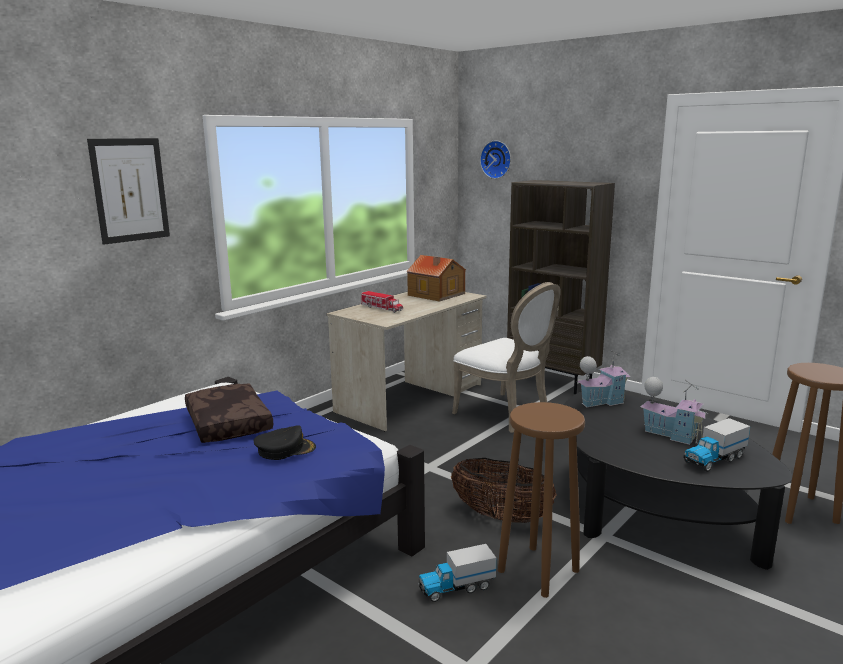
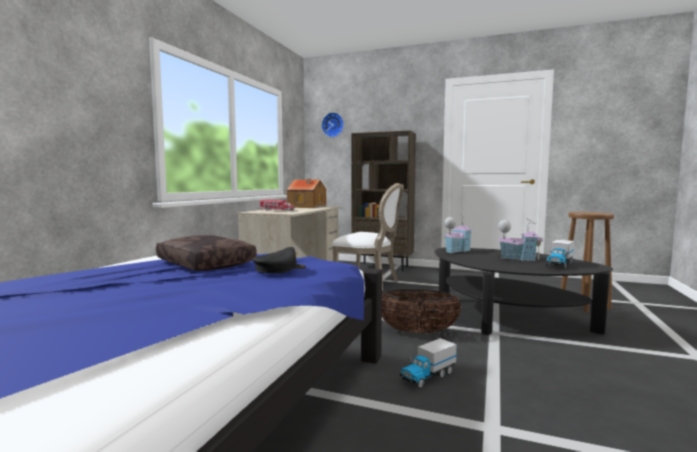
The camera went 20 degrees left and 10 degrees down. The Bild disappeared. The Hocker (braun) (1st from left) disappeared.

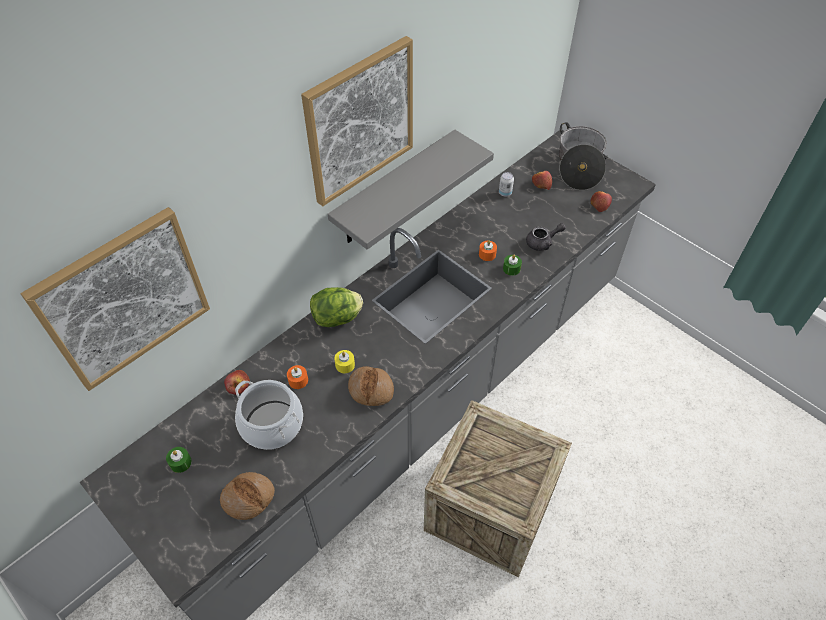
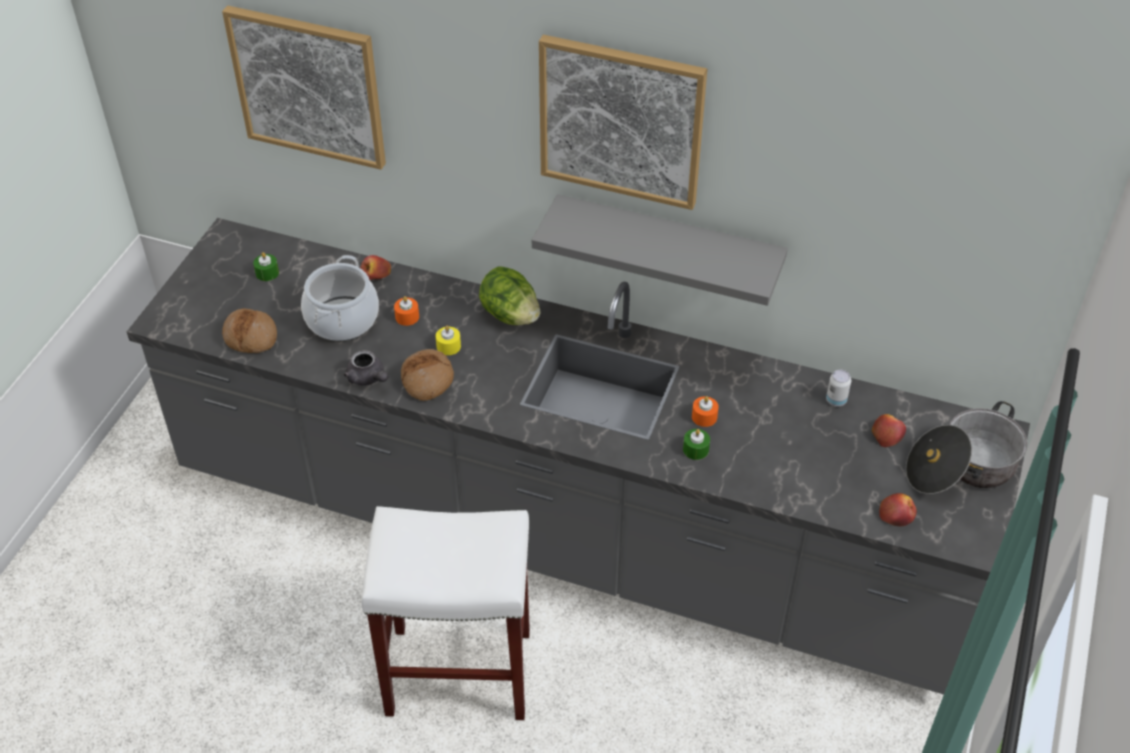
The camera went 65 degrees right and 5 degrees down. The Teekanne (grau) moved. The Kiste was replaced by the Hocker (weiß).

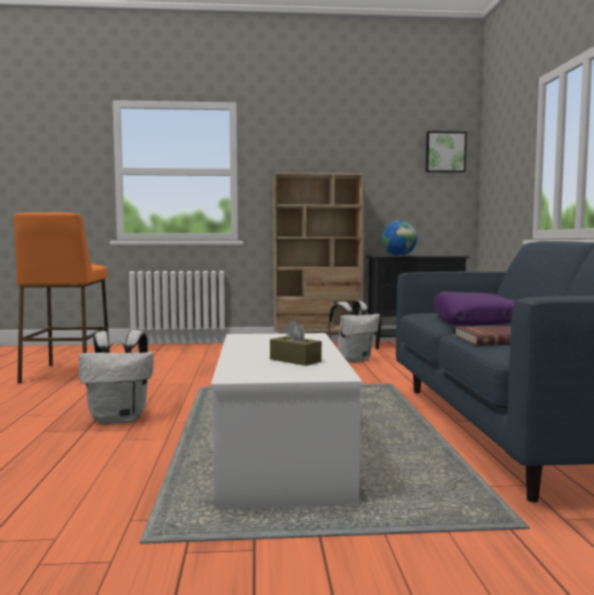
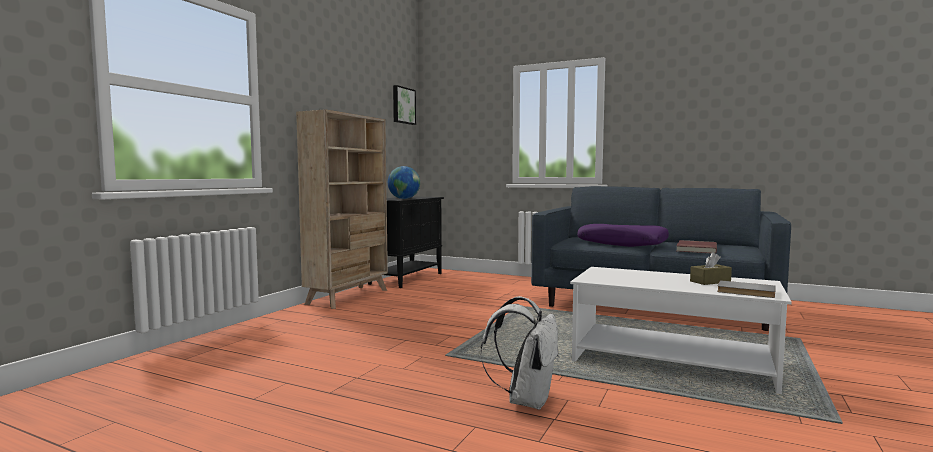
The camera went 60 degrees left and 0 degrees up. The Buch (grau) appeared. The Hocker (orange) disappeared. The Rucksack (weiß) (2nd from left) disappeared.

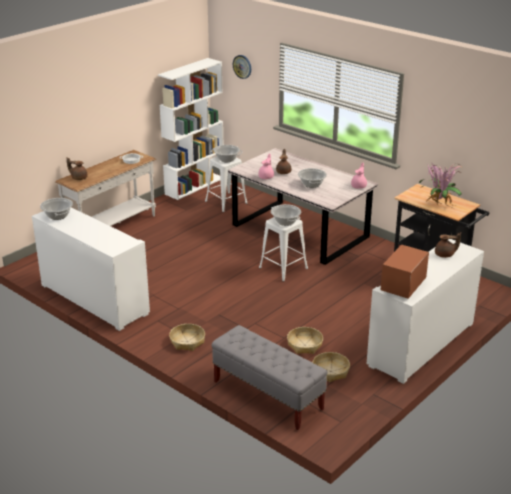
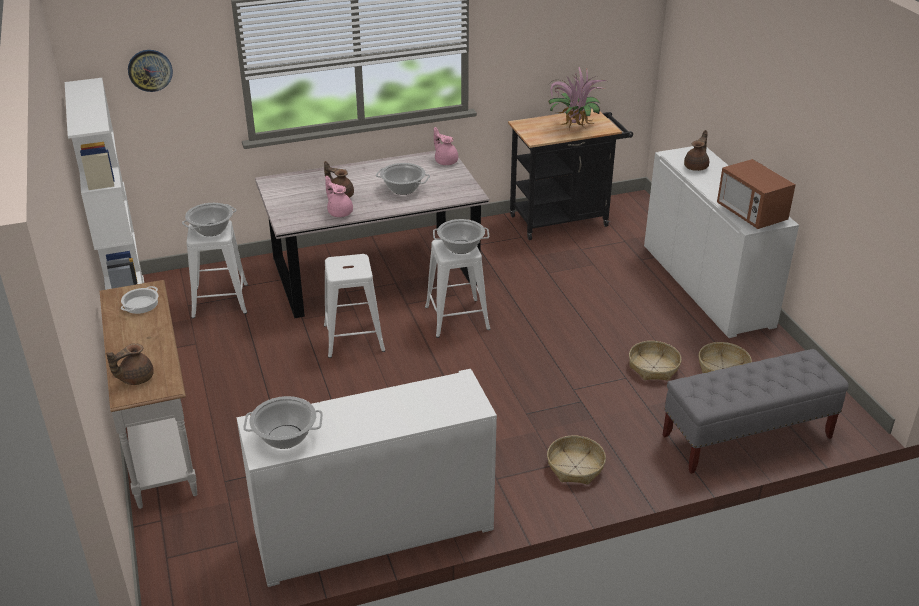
The camera went 60 degrees left and 5 degrees up. The Hocker (weiß) (2nd from left) appeared.

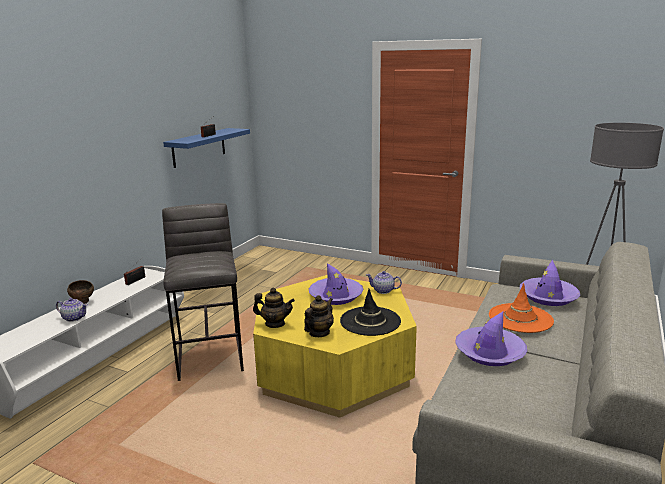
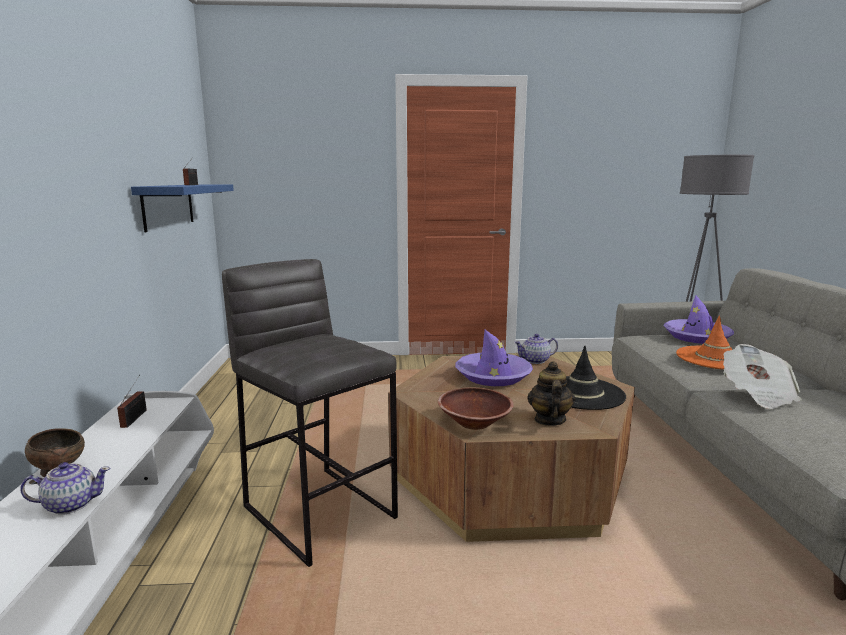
The camera went 30 degrees left and 5 degrees down. The Couchtisch (gelb) became the Couchtisch (braun). The Teekanne (2nd from left) was replaced by the Schüssel (braun) (2nd from left). The Hut (lila) (2nd from left) was replaced by the Zeitung.

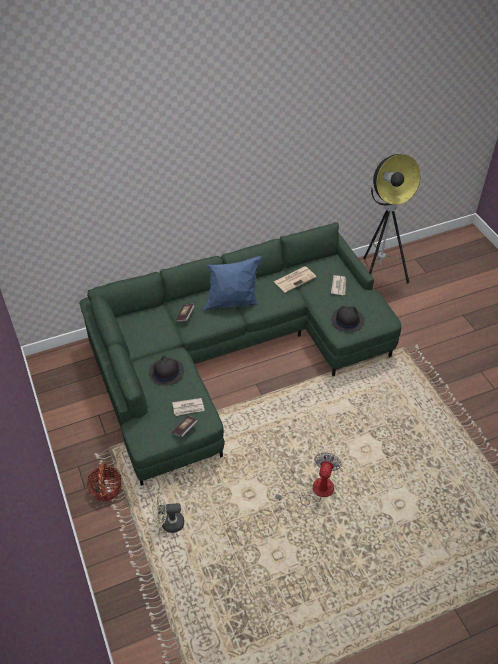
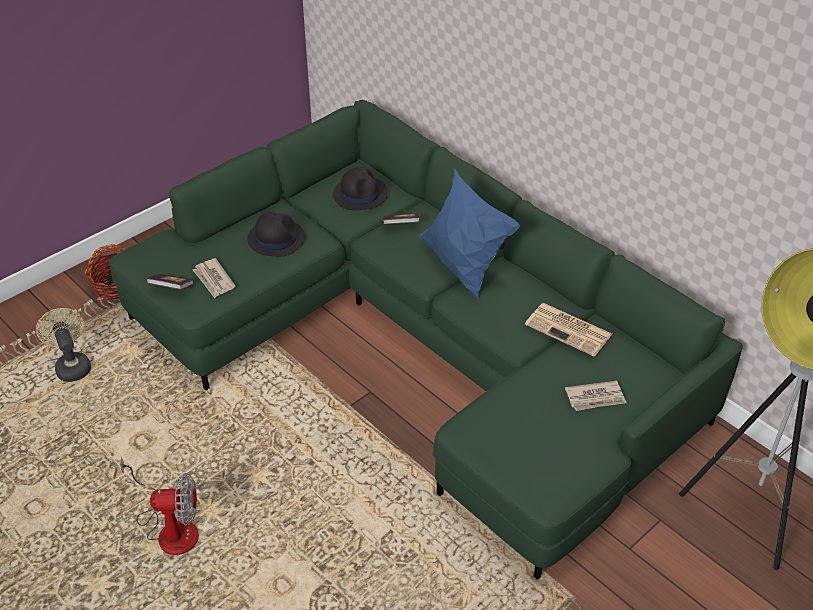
The camera went 70 degrees right and 5 degrees down. The Hut (schwarz) (2nd from left) moved.

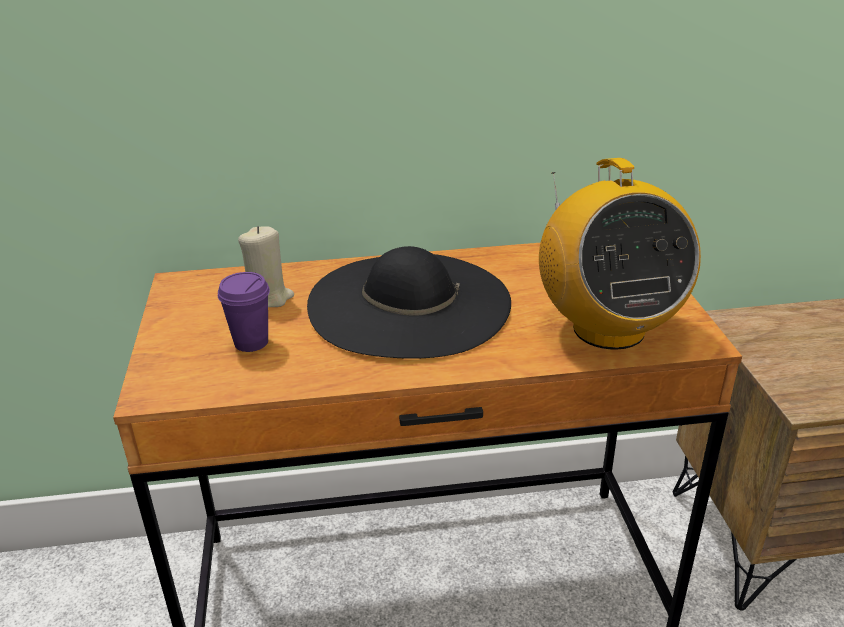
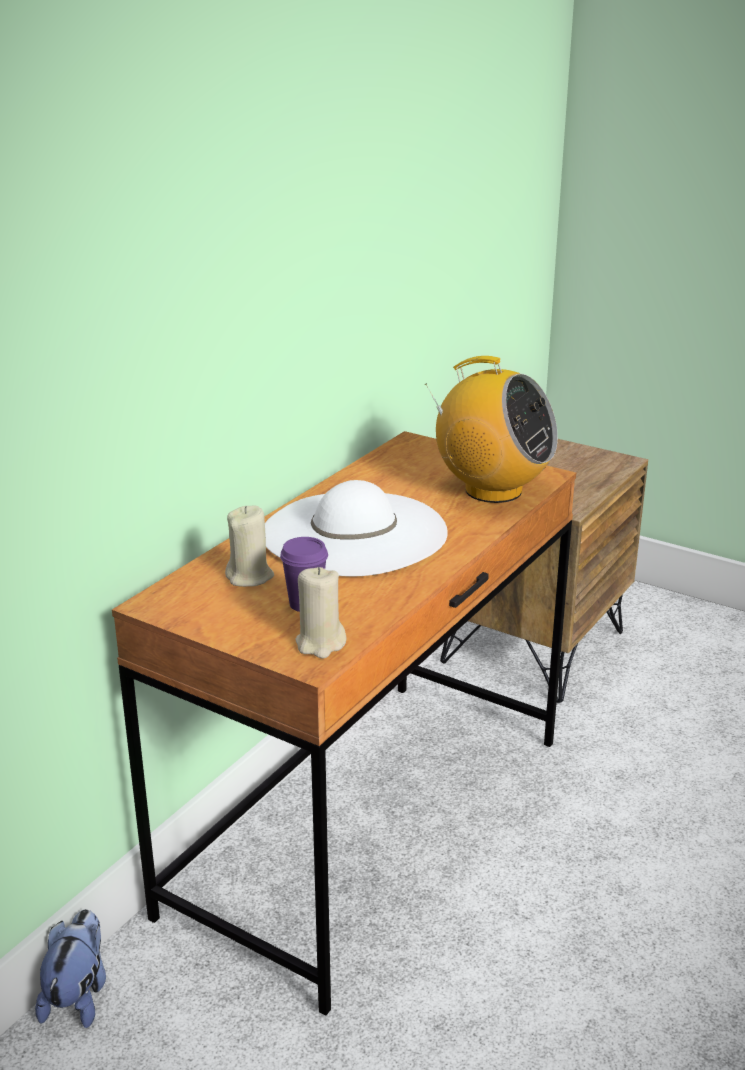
The camera went 50 degrees left and 5 degrees down. The Plüschtier appeared. The Hut (schwarz) became the Hut (weiß). The Kerze (beige) (2nd from left) appeared.

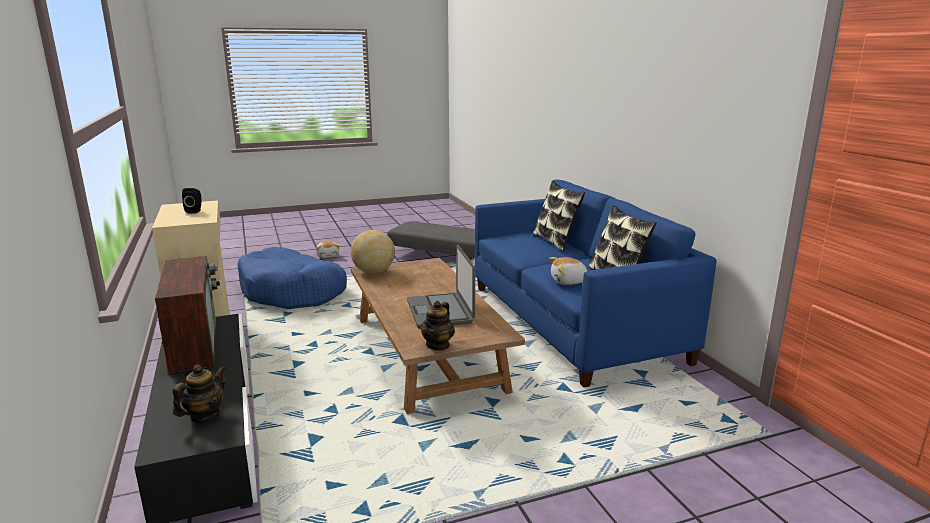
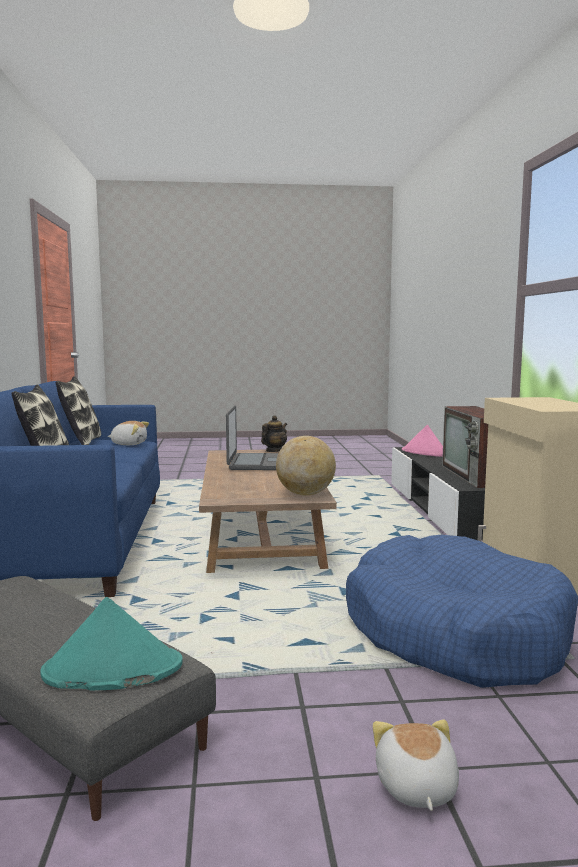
The camera went 165 degrees left and 10 degrees down. The Hut (türkis) appeared. The Teekanne (1st from left) was replaced by the Hut (rosa). The Lautsprecher (schwarz) disappeared.

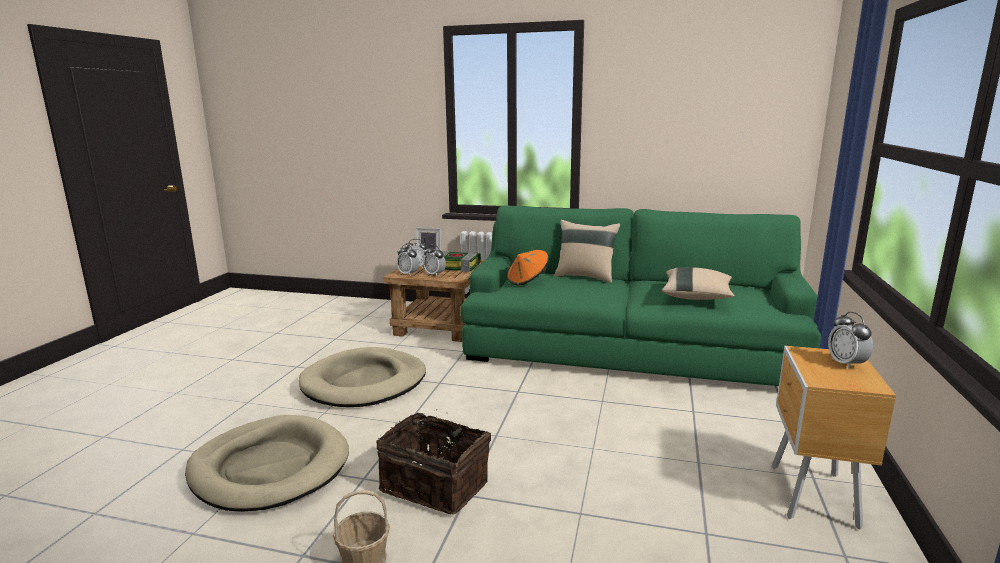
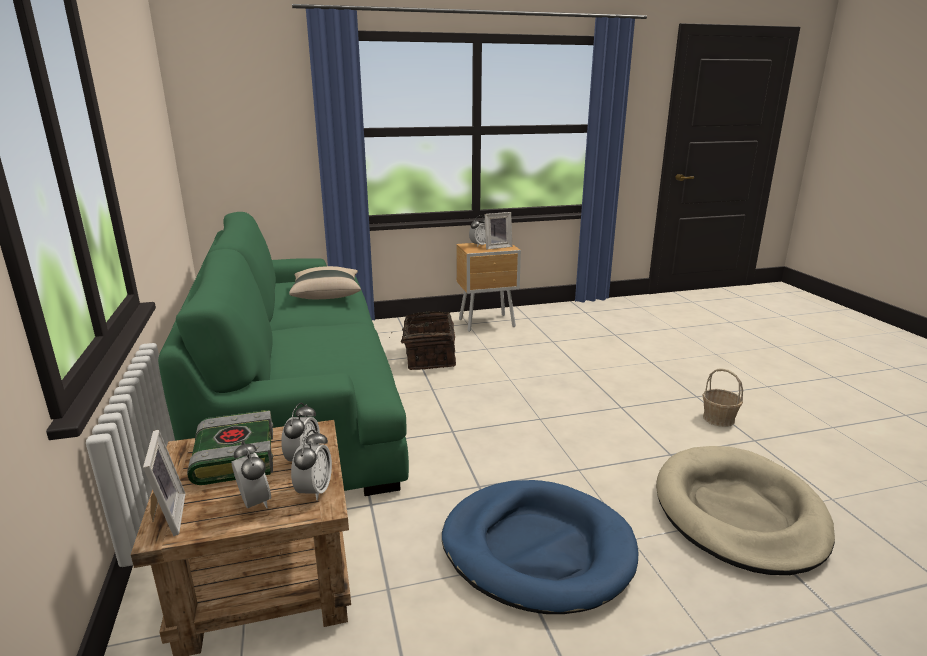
The camera went 120 degrees left and 5 degrees up. The Korb (2nd from left in the first image) moved. The Hundebett (beige) (2nd from left) became the Hundebett (blau). The Bilderrahmen (2nd from left) appeared. The Hut (orange) disappeared. The Kissen (beige) (1st from left) disappeared.

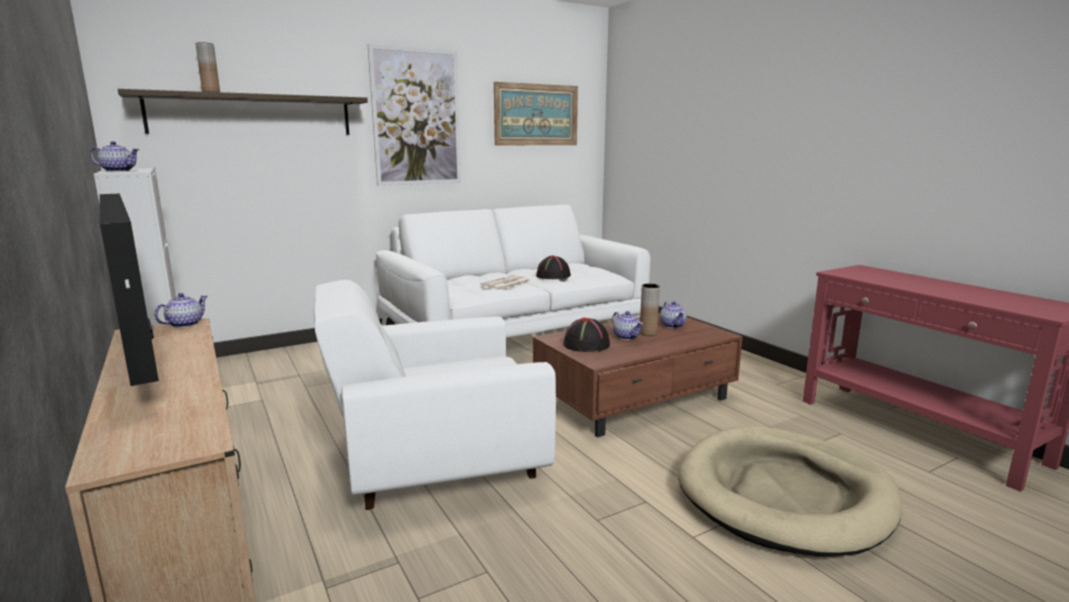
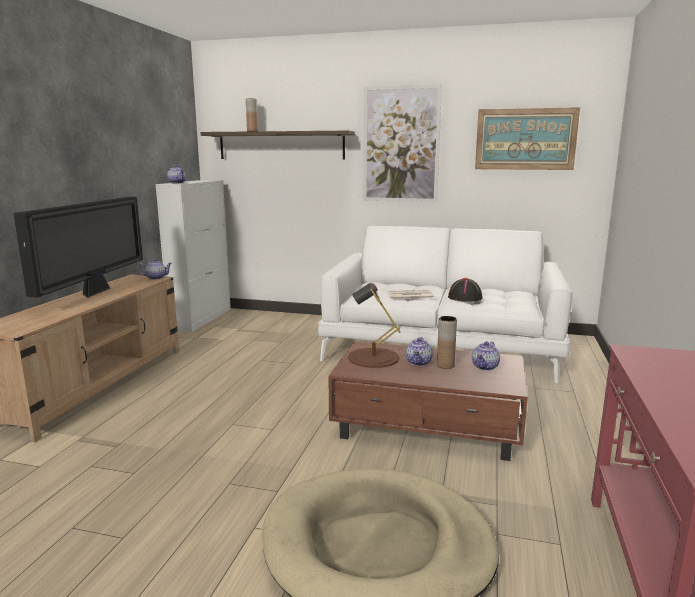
The camera went 45 degrees right and 0 degrees up. The Hut (schwarz) (2nd from left) was replaced by the Tischlampe (braun). The Sessel (weiß) disappeared.

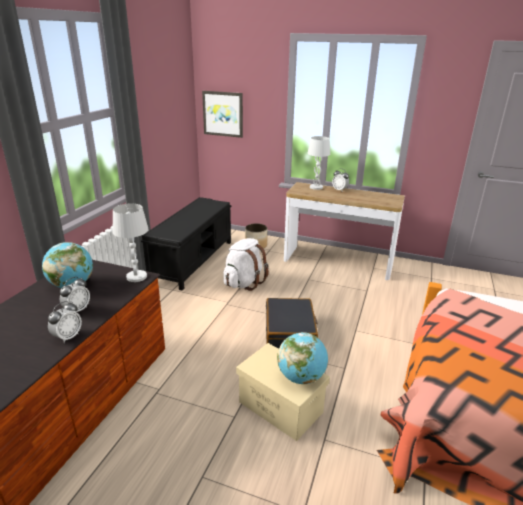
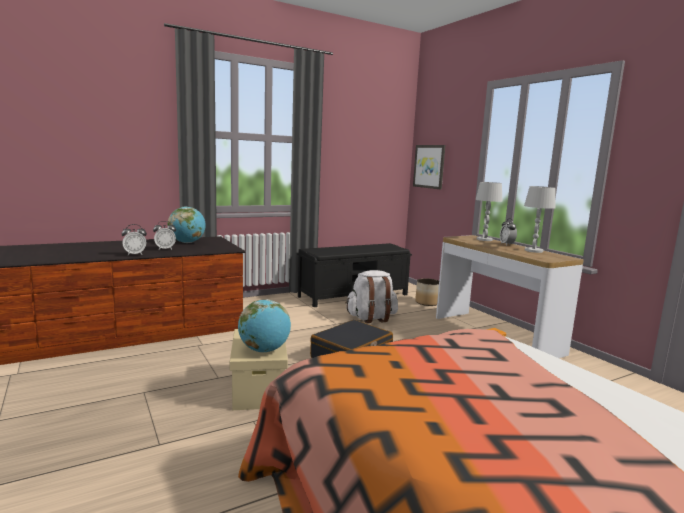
The camera went 40 degrees right and 15 degrees down. The Tischlampe (weiß) (1st from left in the first image) moved.

